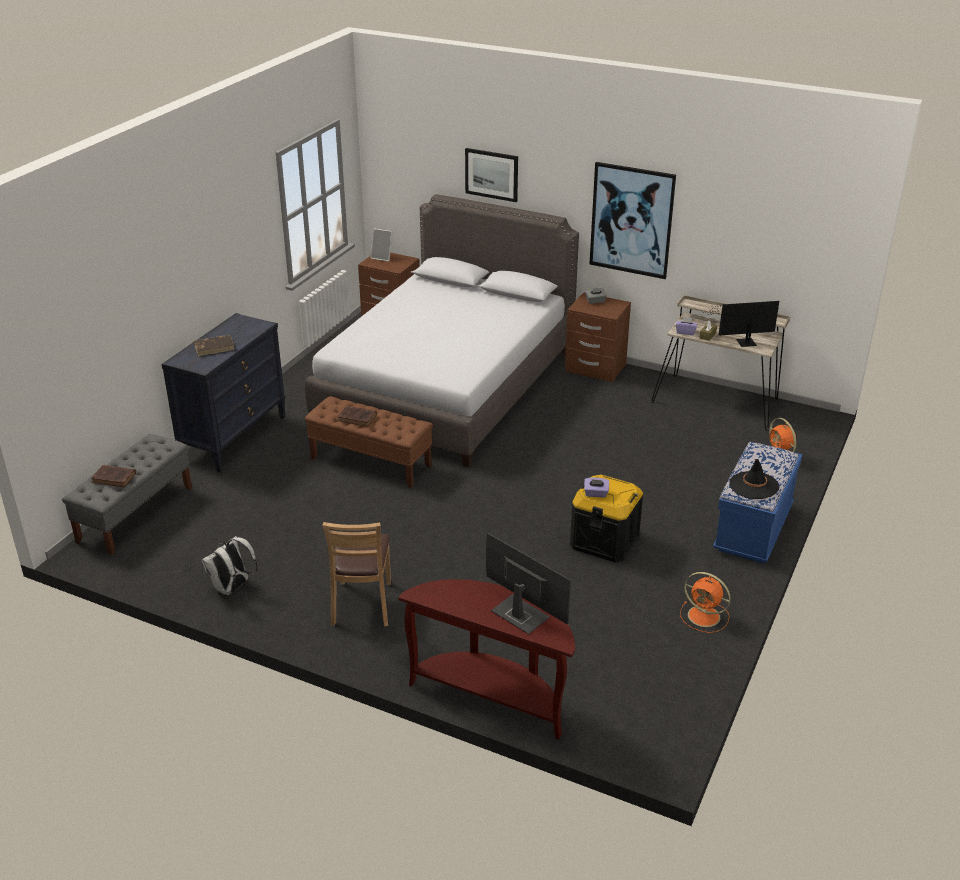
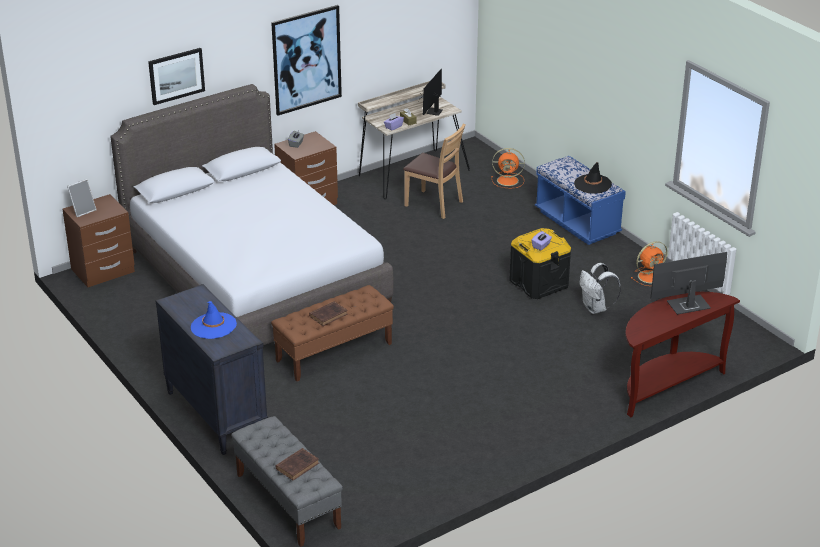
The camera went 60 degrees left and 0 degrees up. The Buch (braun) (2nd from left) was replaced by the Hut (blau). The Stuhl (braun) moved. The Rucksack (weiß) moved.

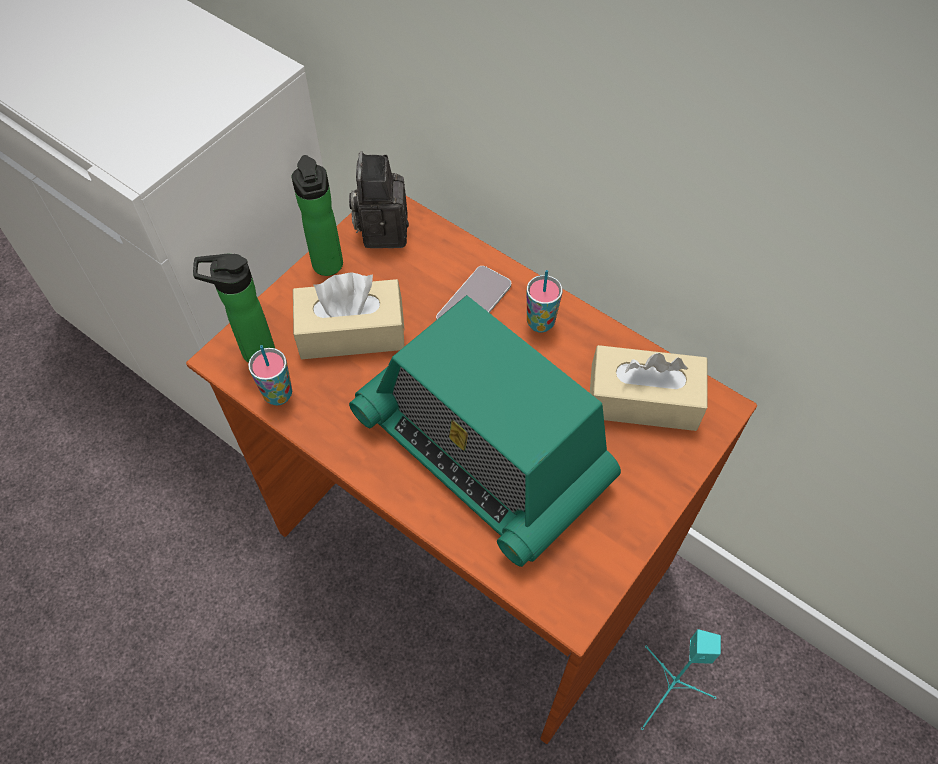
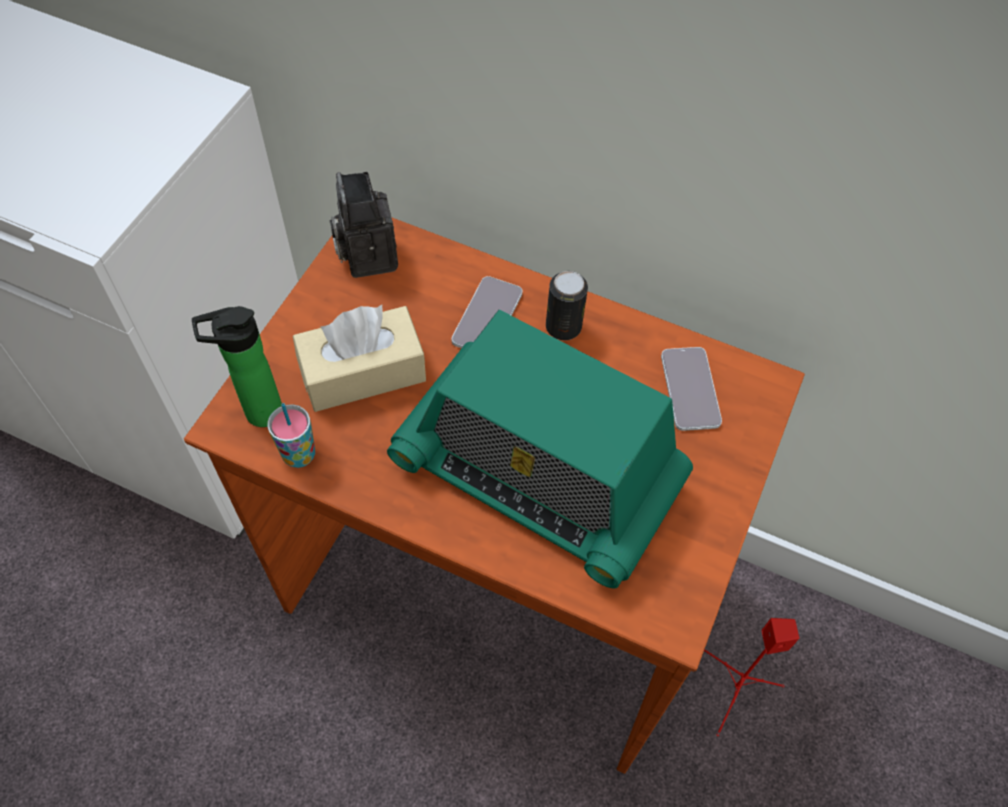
The camera went 15 degrees left and 0 degrees up. The Tasse (2nd from left) was replaced by the Dose. The Taschentuchbox (beige) (2nd from left) was replaced by the Handy (2nd from left). The Lautsprecher (türkis) became the Lautsprecher (rot). The Flasche (2nd from left) disappeared.

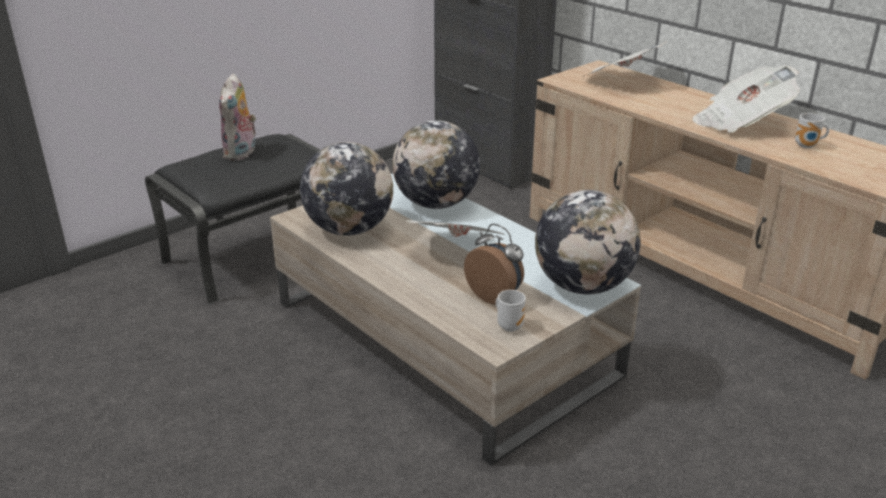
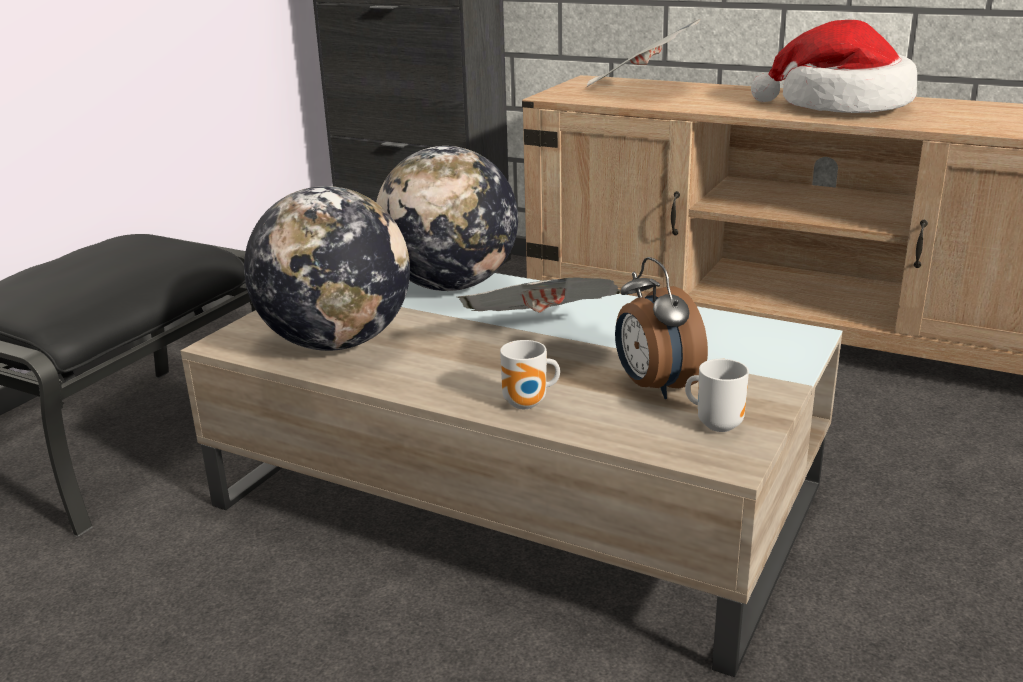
The camera went 20 degrees left and 5 degrees down. The Henkelbecher (2nd from left in the first image) moved. The Wecker turned 135 degrees counterclockwise. The Zeitung (3rd from left) was replaced by the Hut. The Plüschtier disappeared. The Globus (3rd from left) disappeared.

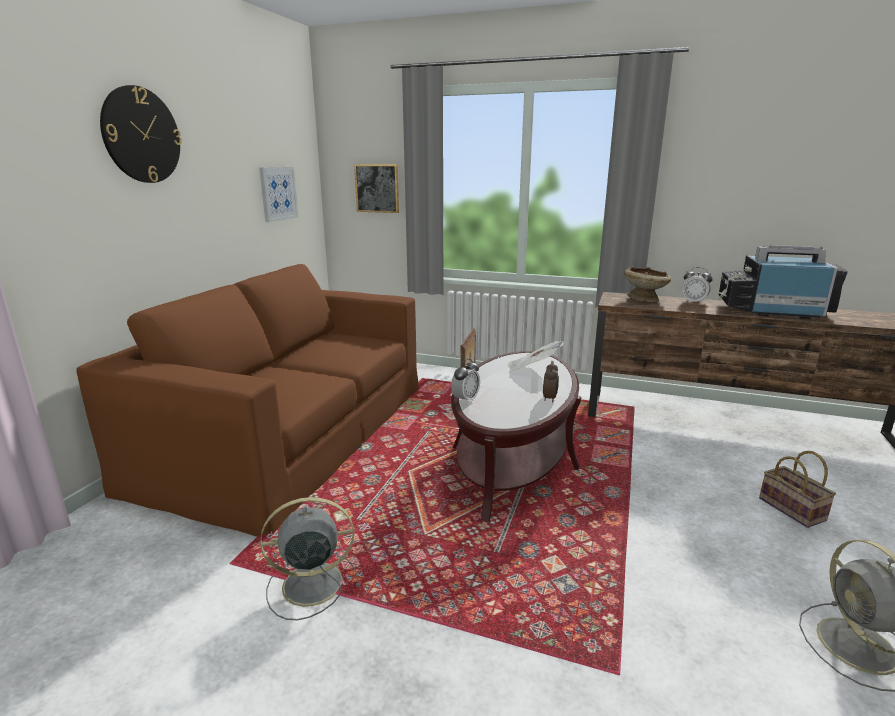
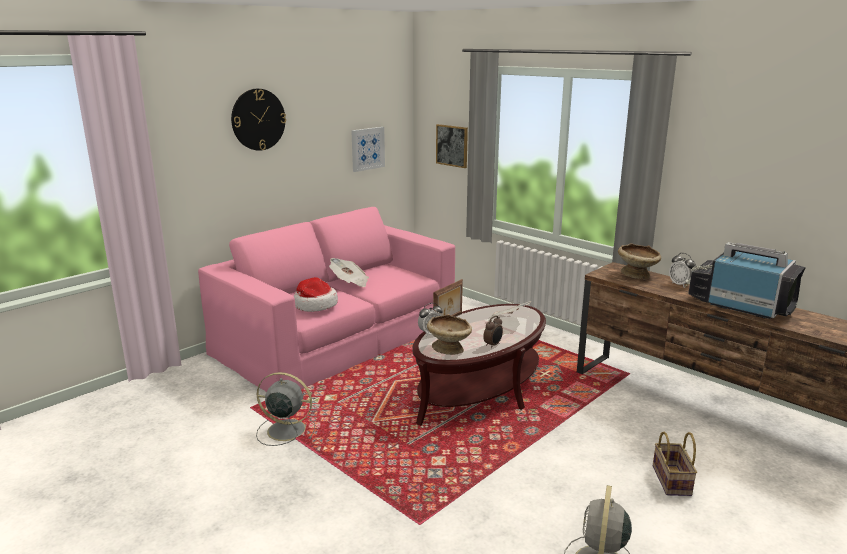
The camera went 25 degrees right and 0 degrees up. The Sofa (braun) became the Sofa (rosa). The Hut appeared. The Zeitung (1st from left) appeared. The Schüssel (beige) (1st from left) appeared.

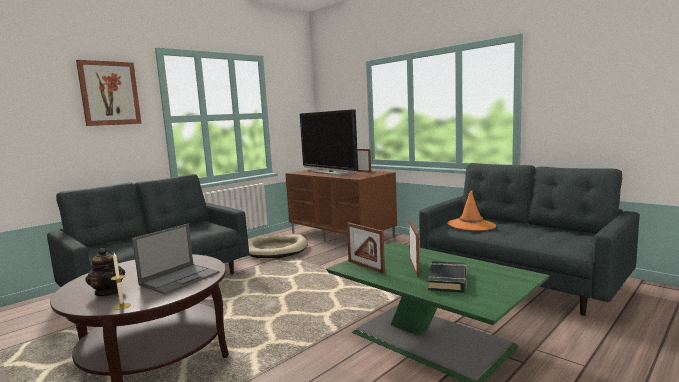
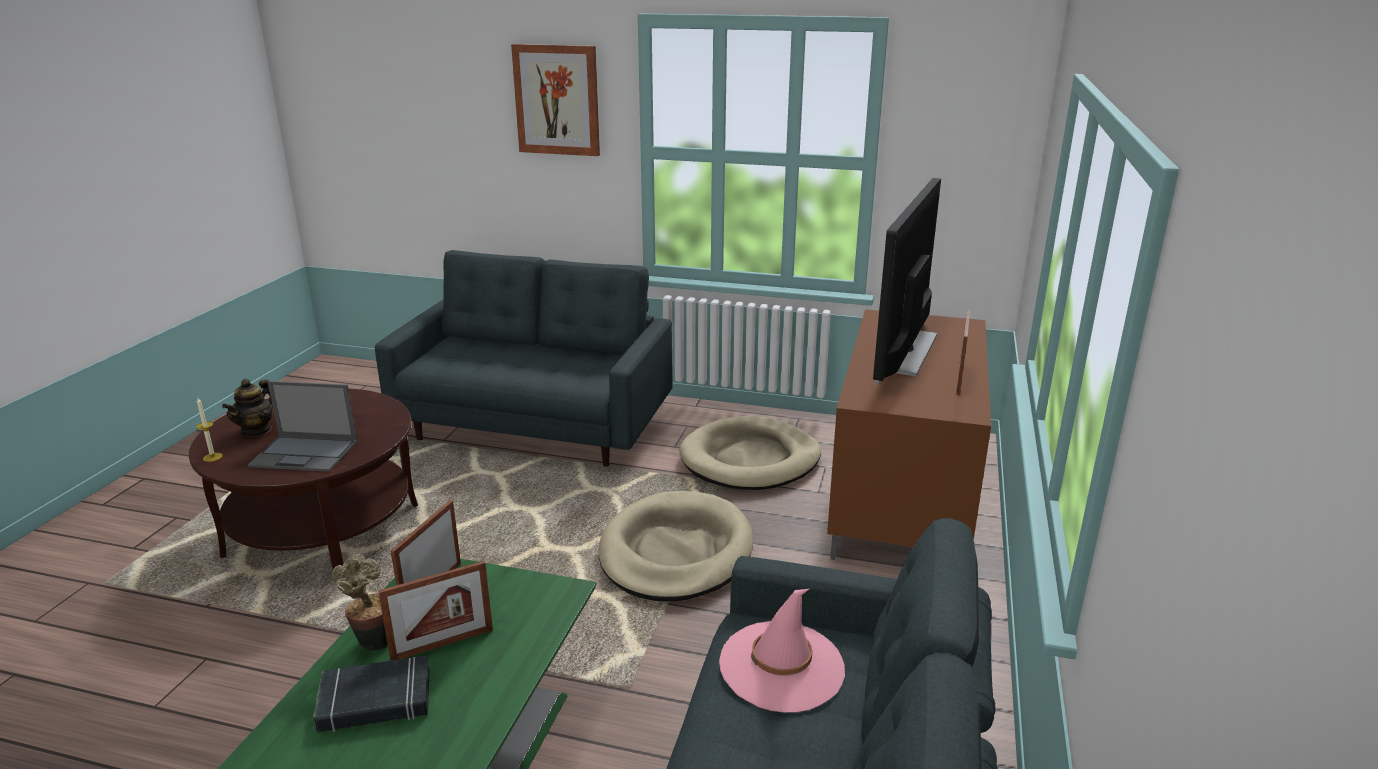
The camera went 60 degrees right and 15 degrees up. The Topfpflanze appeared. The Hundebett (beige) (1st from left) appeared. The Hut (orange) became the Hut (rosa).

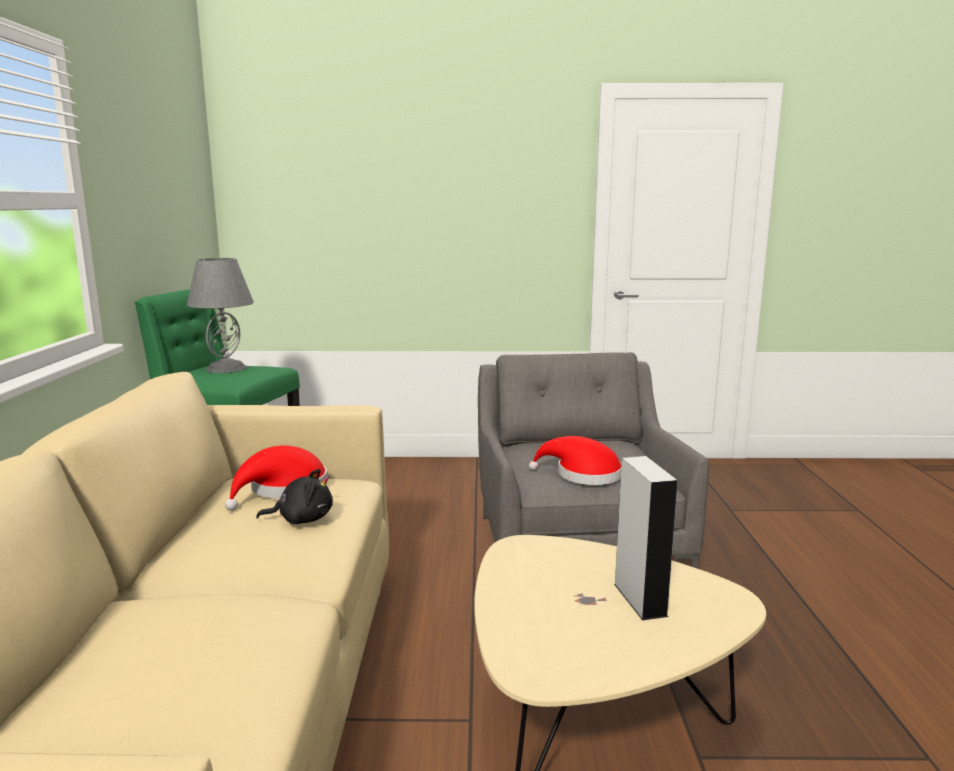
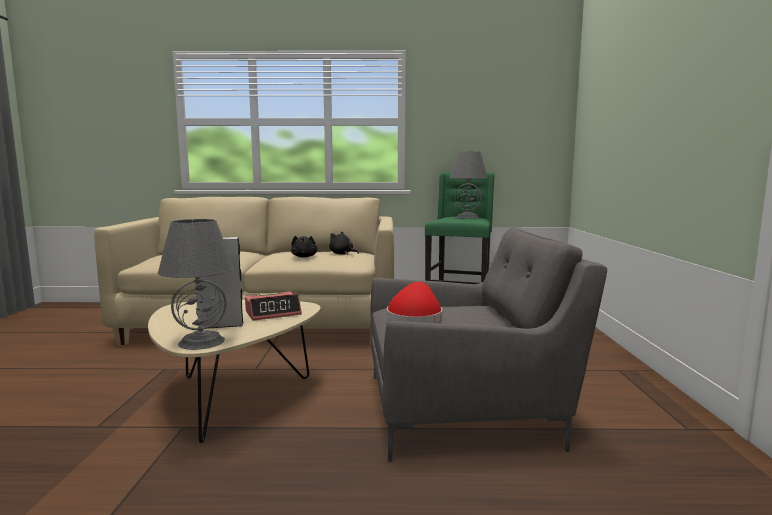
The camera went 90 degrees right and 5 degrees down. The Tischlampe (grau) (1st from left) appeared. The Wecker appeared. The Hut (rot) (1st from left) was replaced by the Plüschtier (schwarz) (2nd from left).

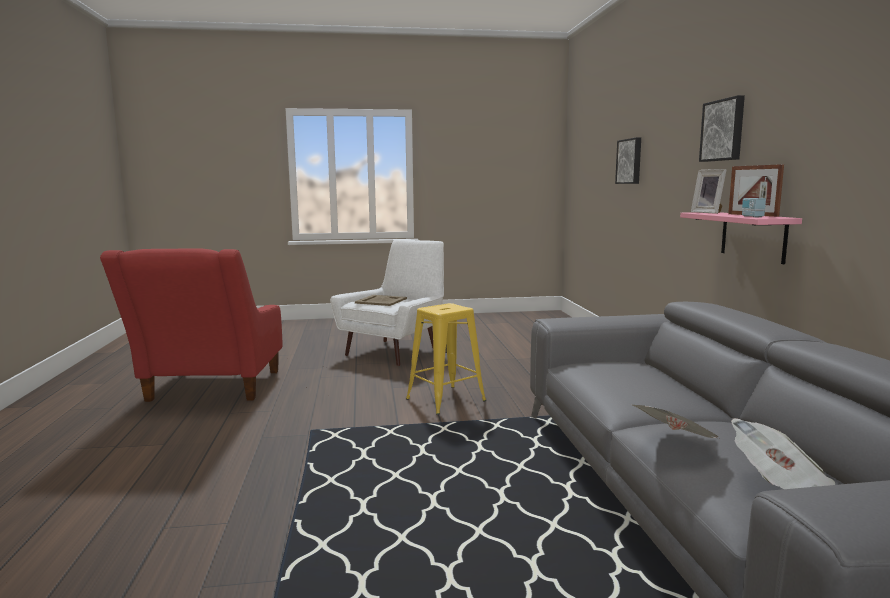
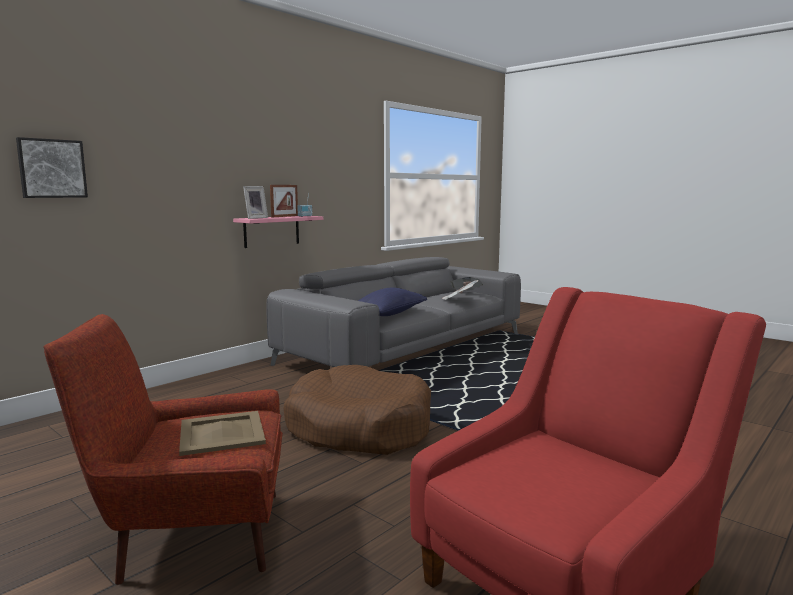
The camera went 130 degrees left and 0 degrees up. The Sessel (weiß) became the Sessel (rot) (1st from left). The Hocker (gelb) was replaced by the Hundebett (braun). The Kissen (blau) appeared. The Bild (2nd from left) disappeared.

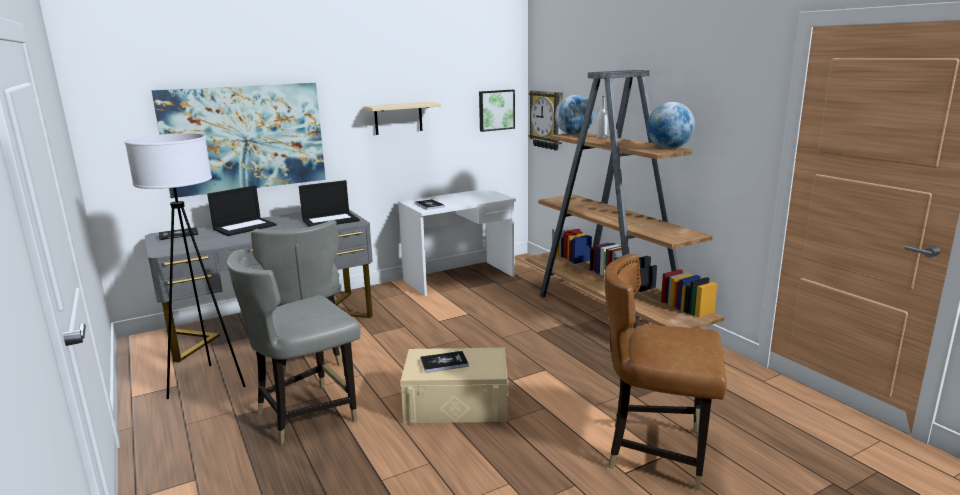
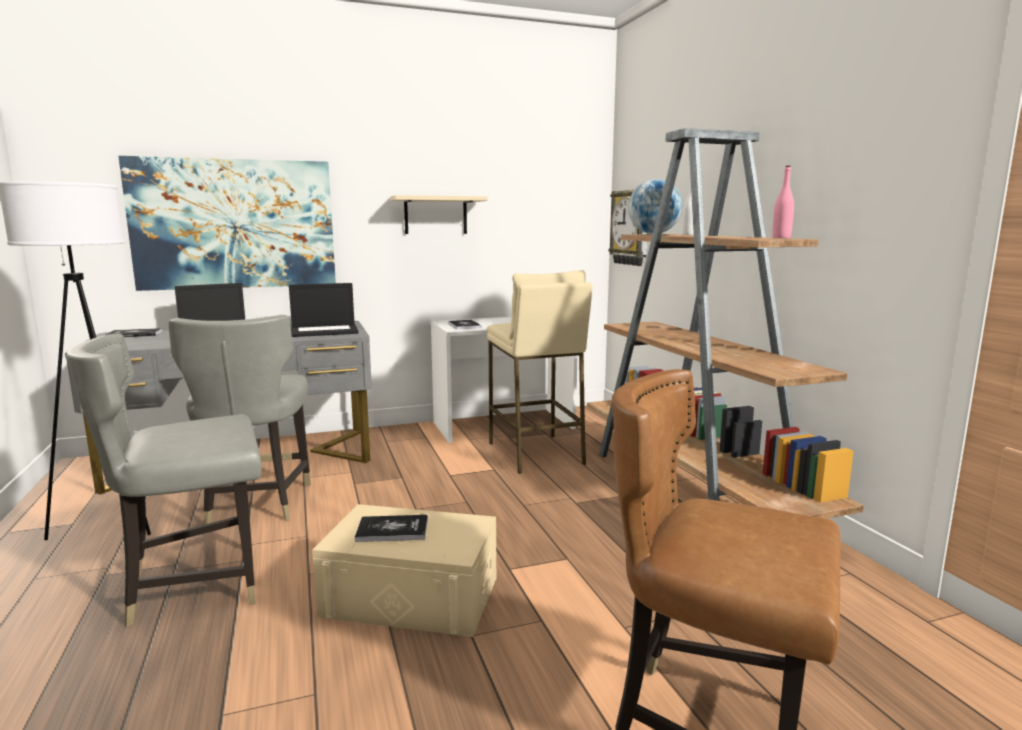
The camera went 10 degrees right and 5 degrees down. The Hocker (beige) appeared. The Globus (2nd from left) was replaced by the Flasche (rosa). The Bild (2nd from left) disappeared.

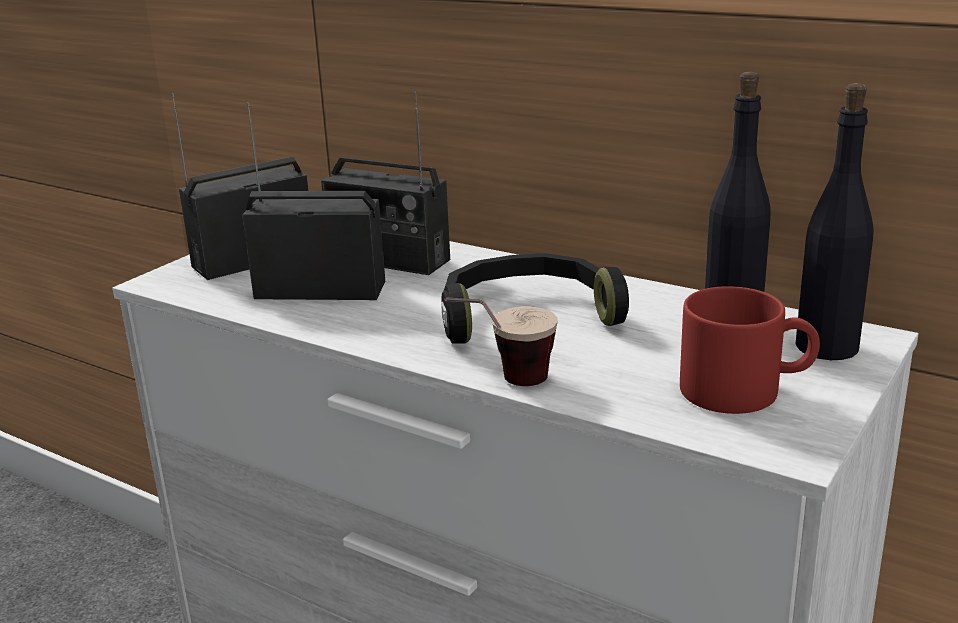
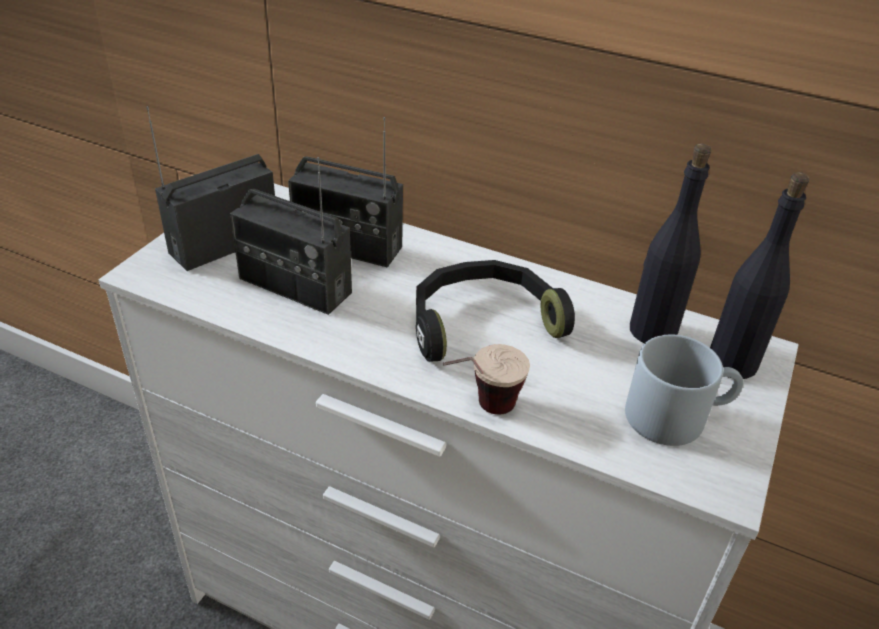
The camera went 10 degrees left and 15 degrees up. The Radio (2nd from left) turned 150 degrees counterclockwise. The Henkelbecher (rot) became the Henkelbecher (grau).

